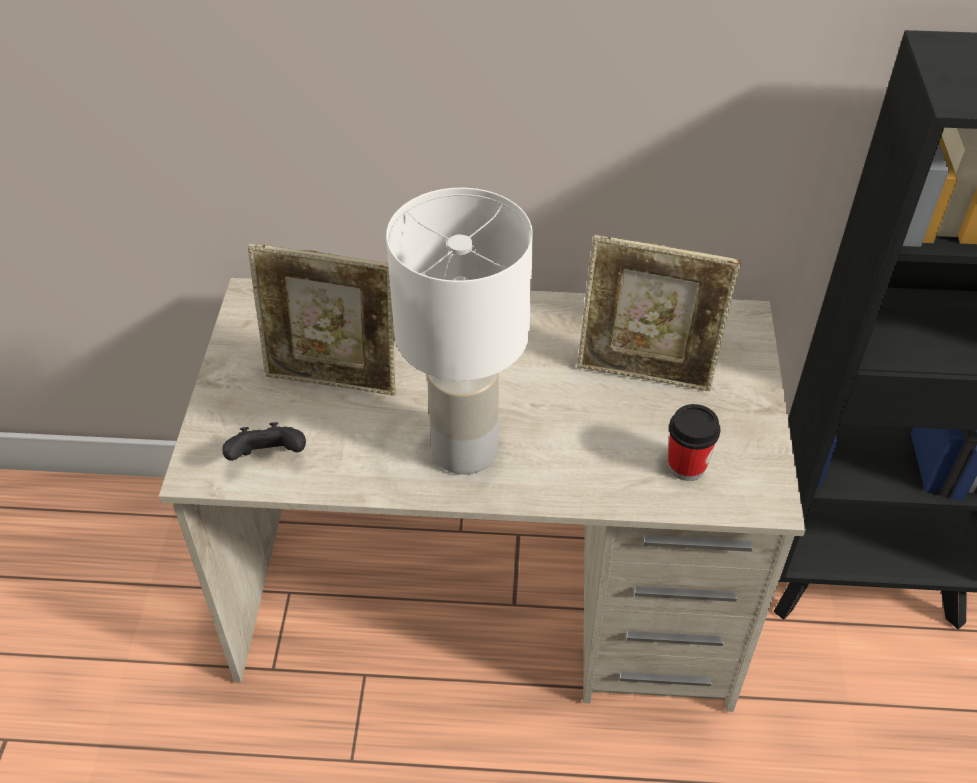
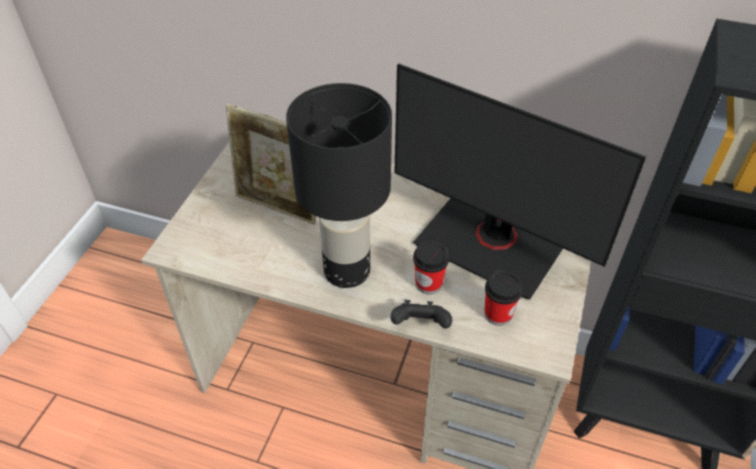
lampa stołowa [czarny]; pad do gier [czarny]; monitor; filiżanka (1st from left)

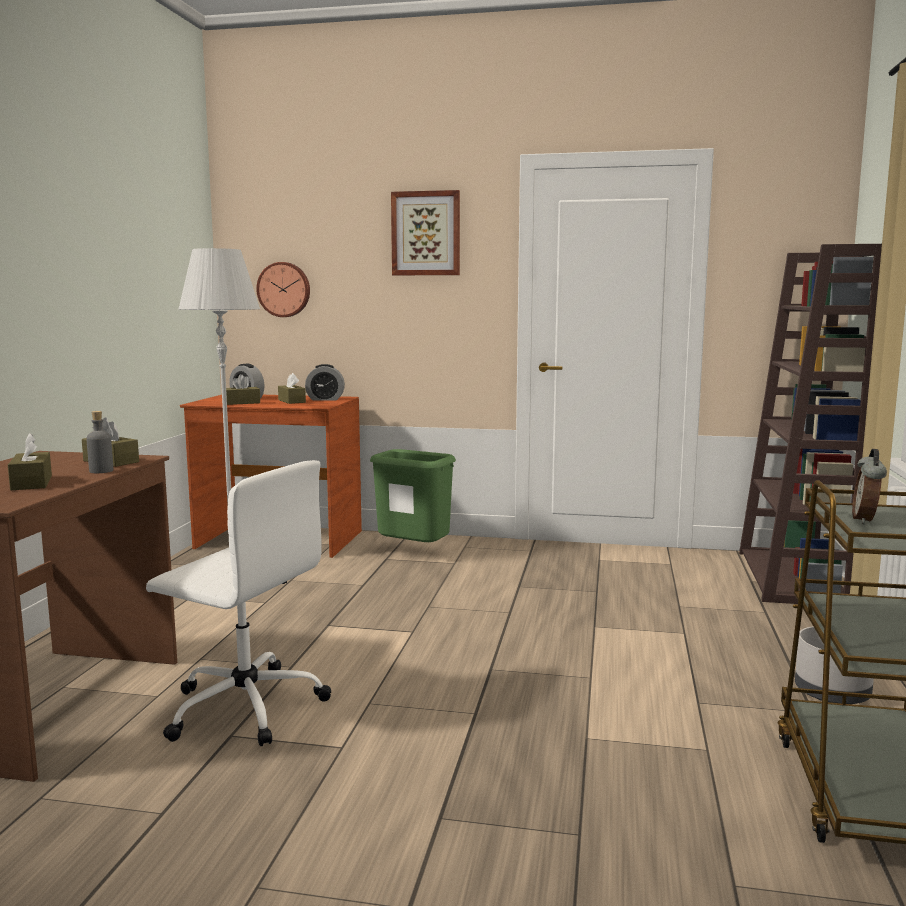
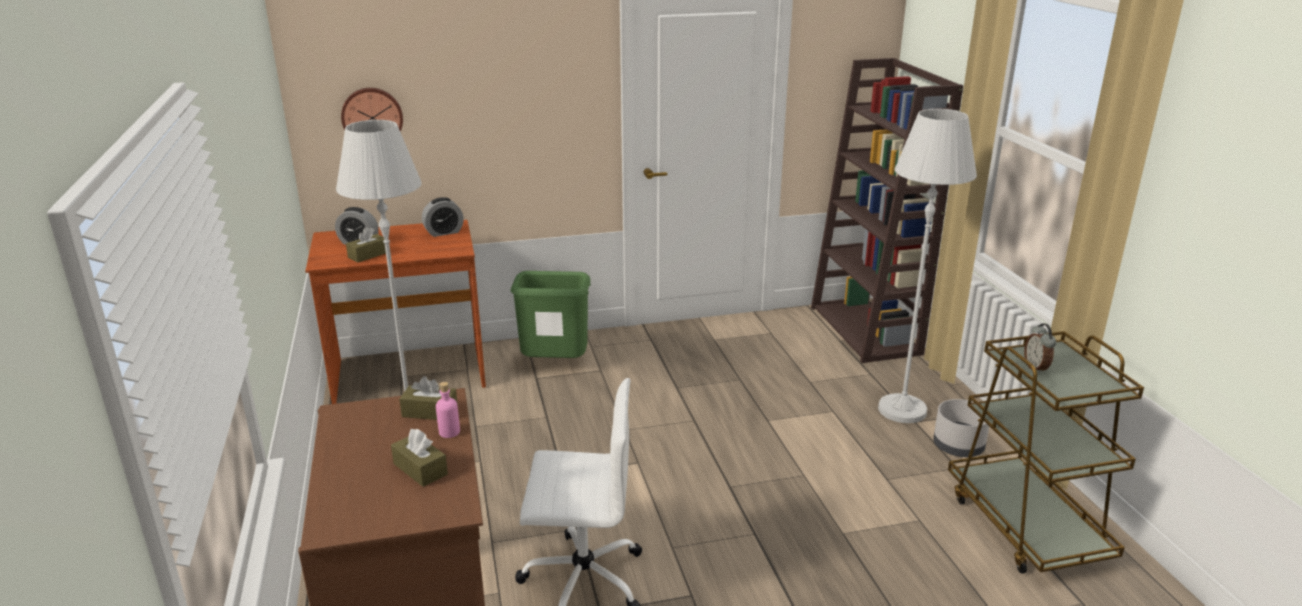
butelka [różowy]; lampa stojąca [biały] (2nd from left); pudełko chusteczek [brązowy] (4th from left in the first image); obraz

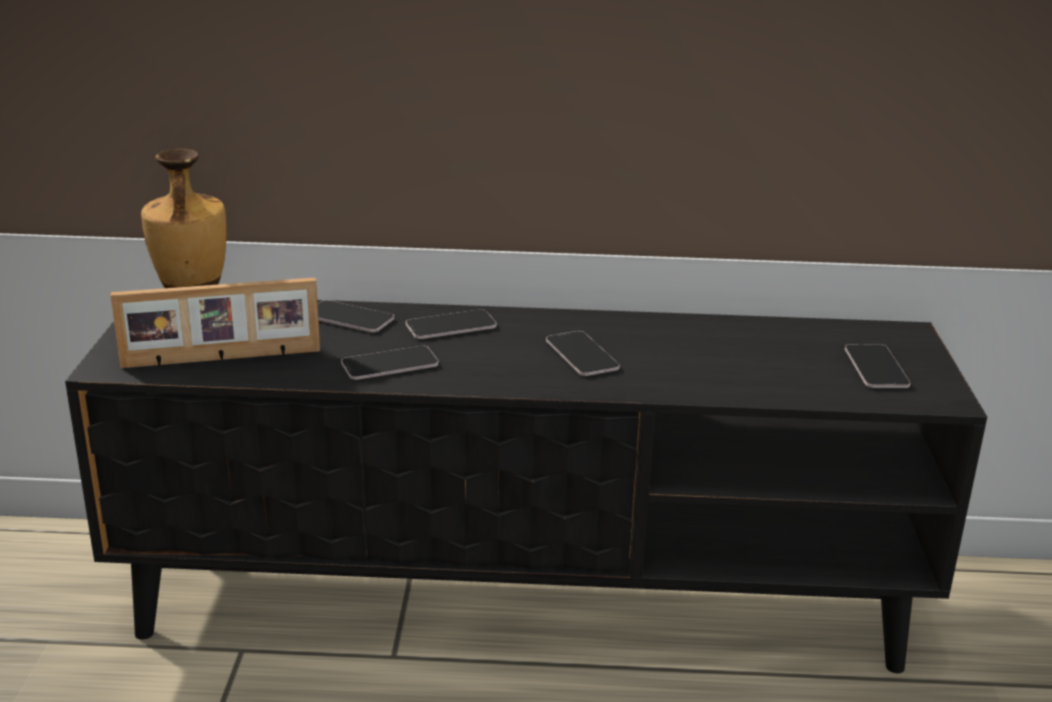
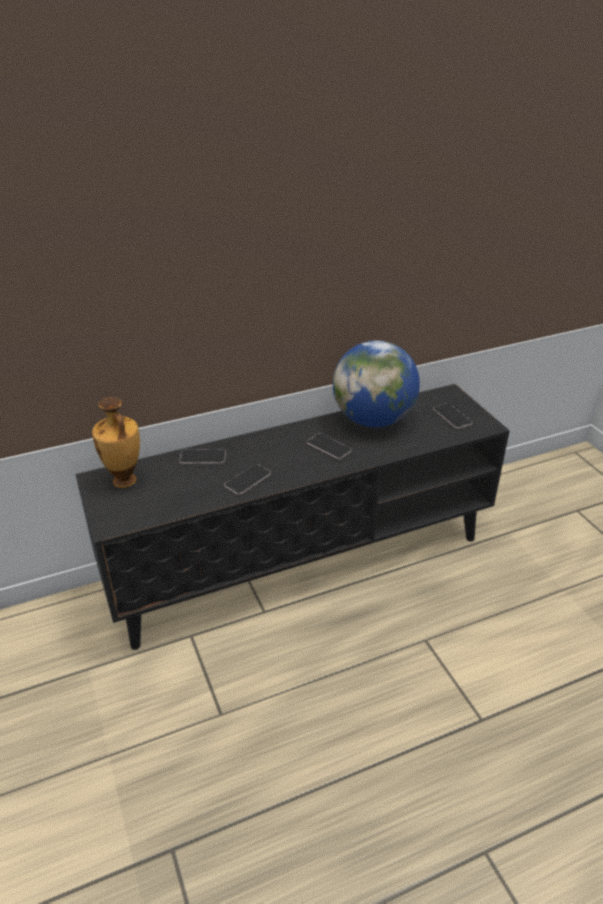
globus; ramka na zdjęcie; telefon (3rd from left in the first image)

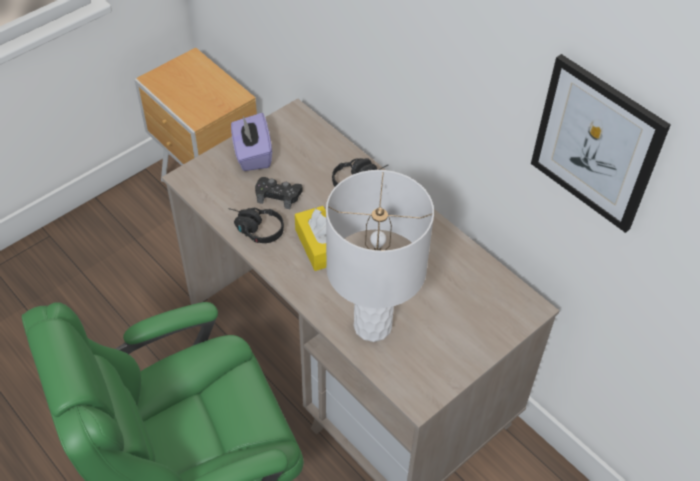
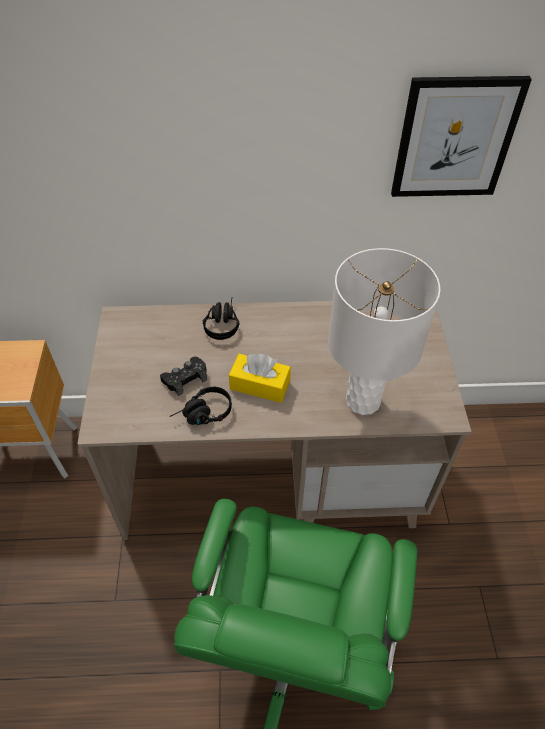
pudełko chusteczek [fioletowy]

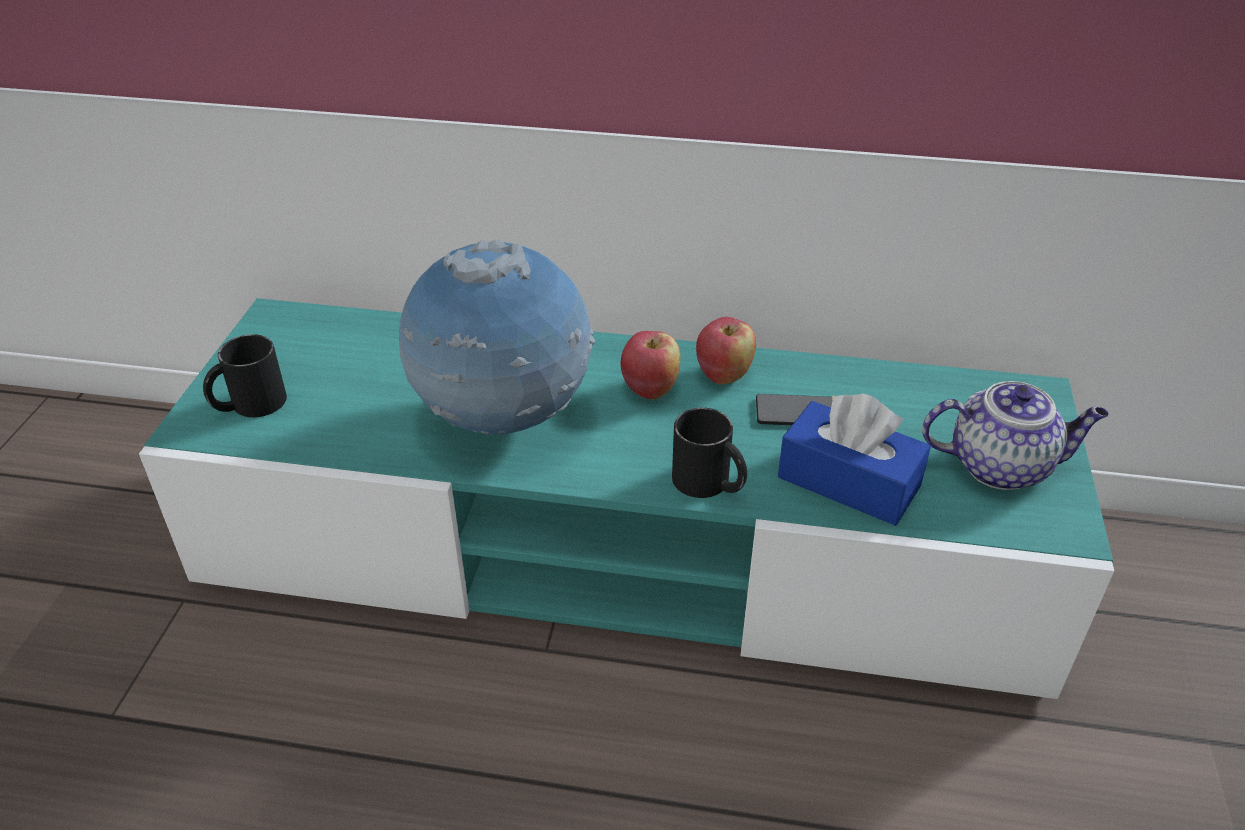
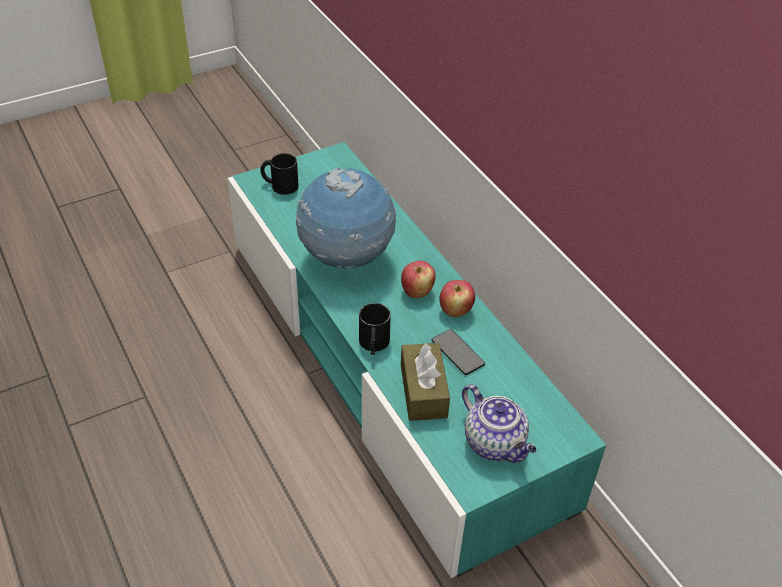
pudełko chusteczek [brązowy]

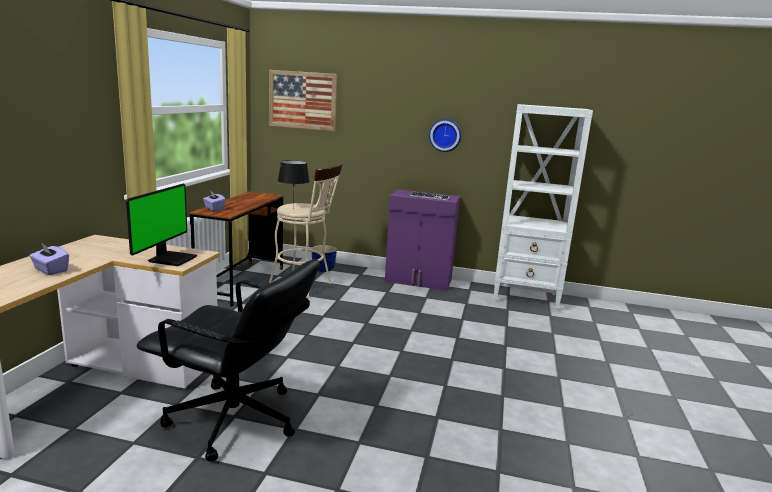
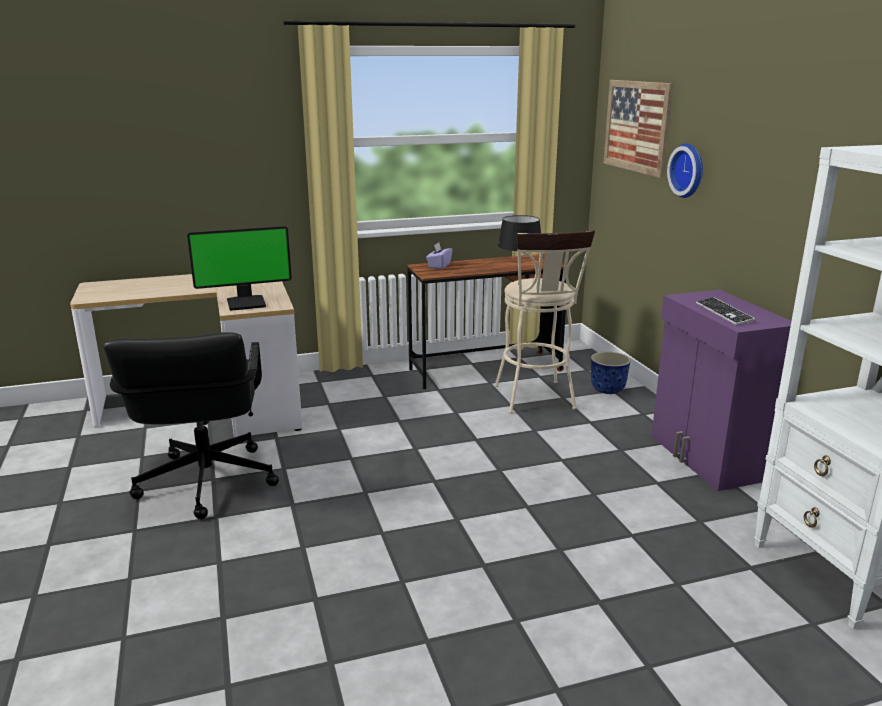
zegar ścienny; pudełko chusteczek [fioletowy] (1st from left in the first image)

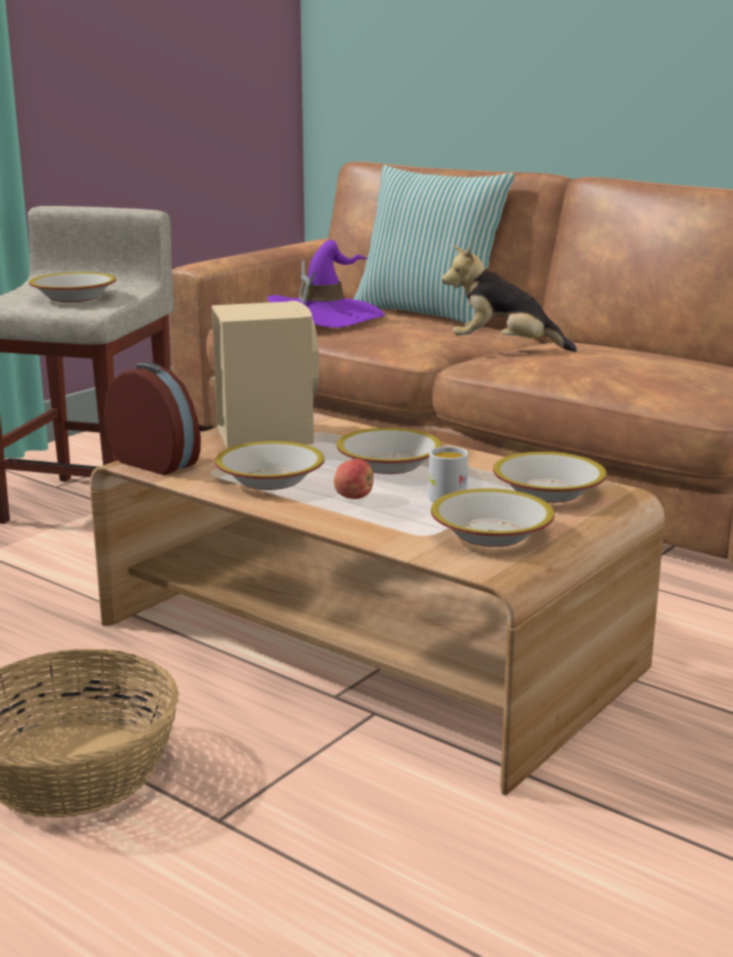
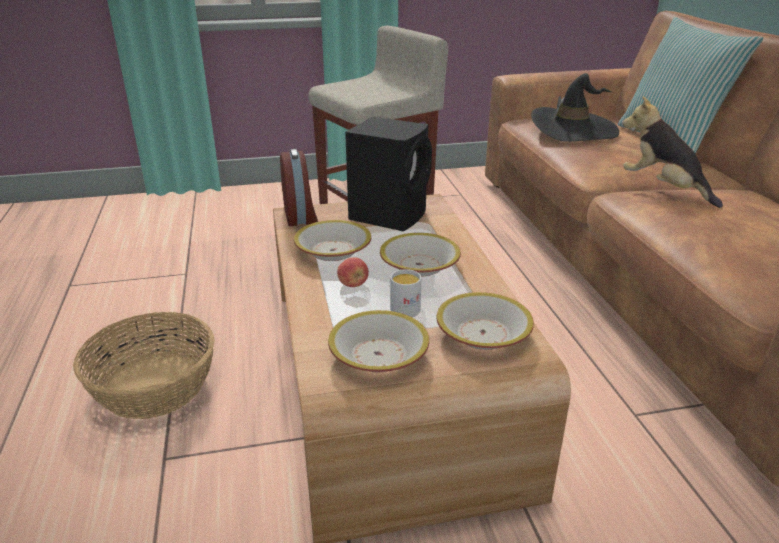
głośnik [czarny]; kapelusz [czarny]; miska (1st from left in the first image)

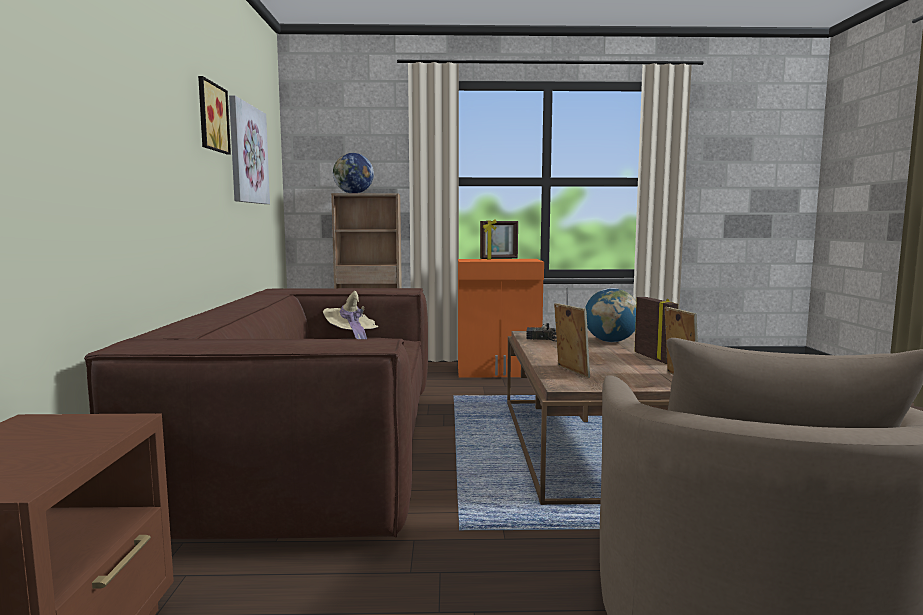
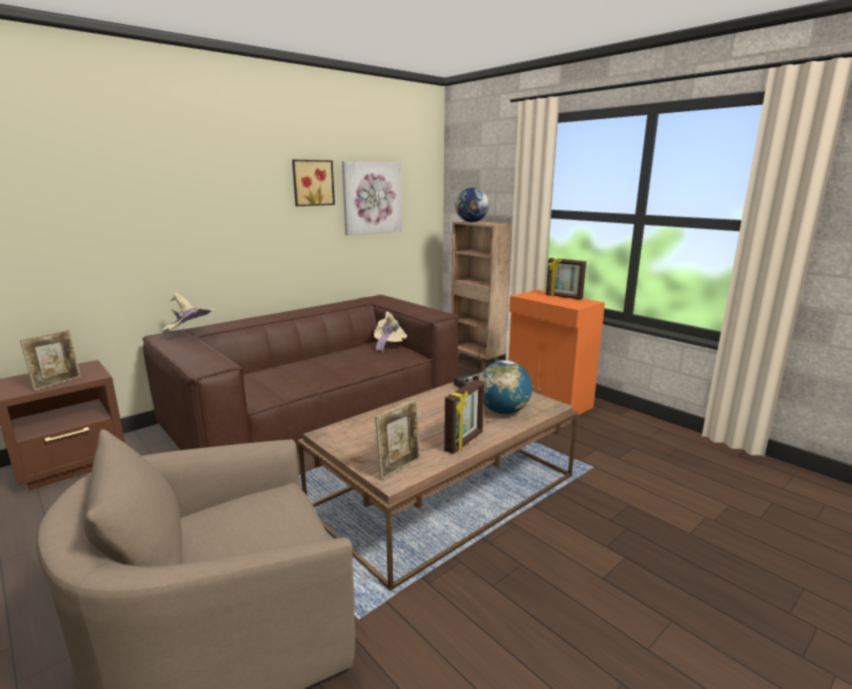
ramka na zdjęcie (1st from left); kapelusz [beżowy] (1st from left)

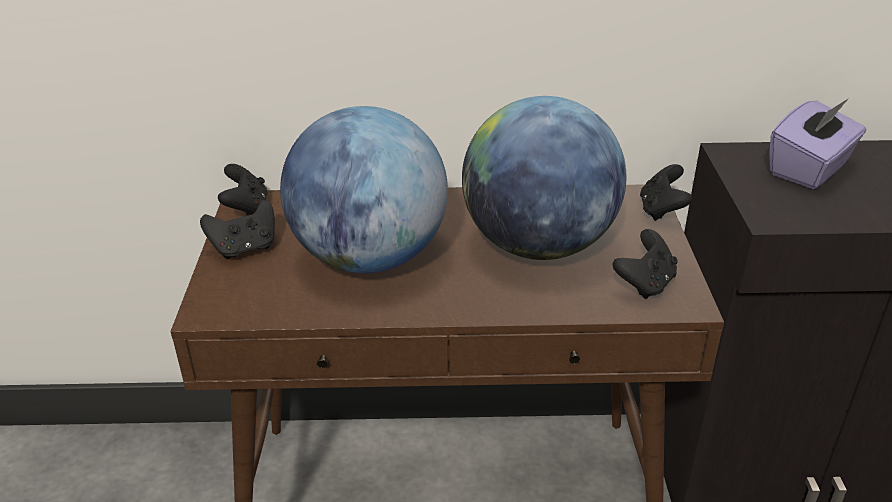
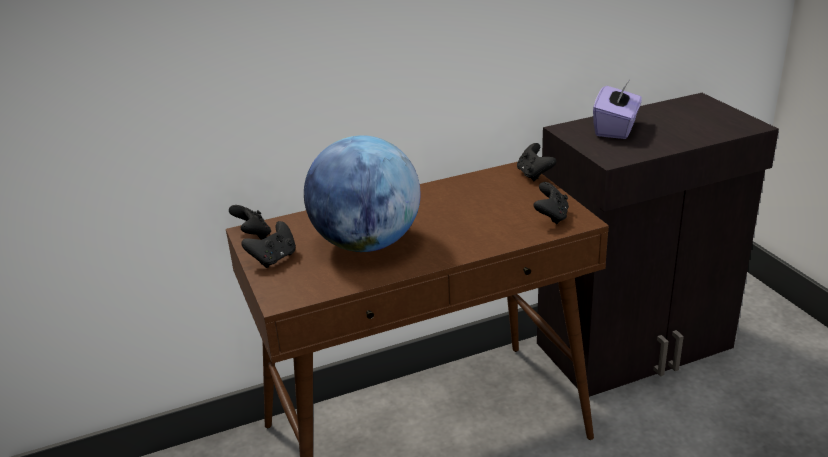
globus (2nd from left in the first image)

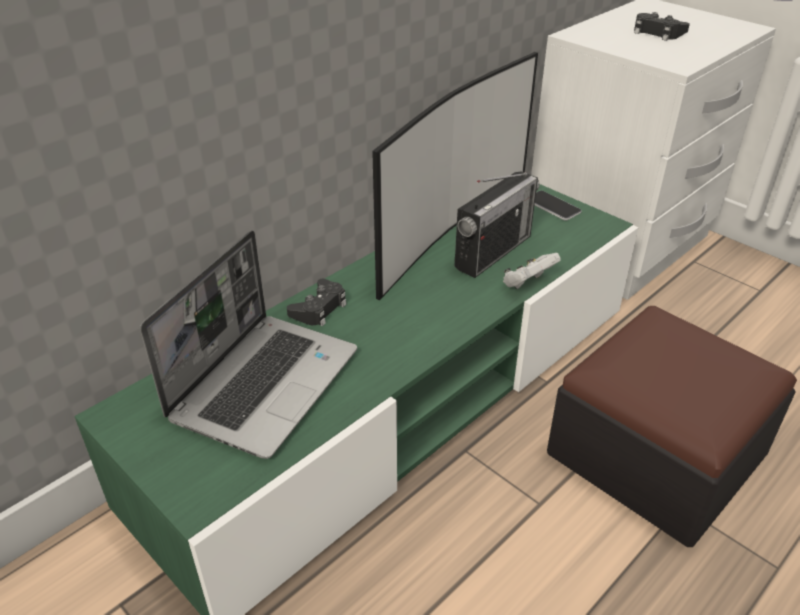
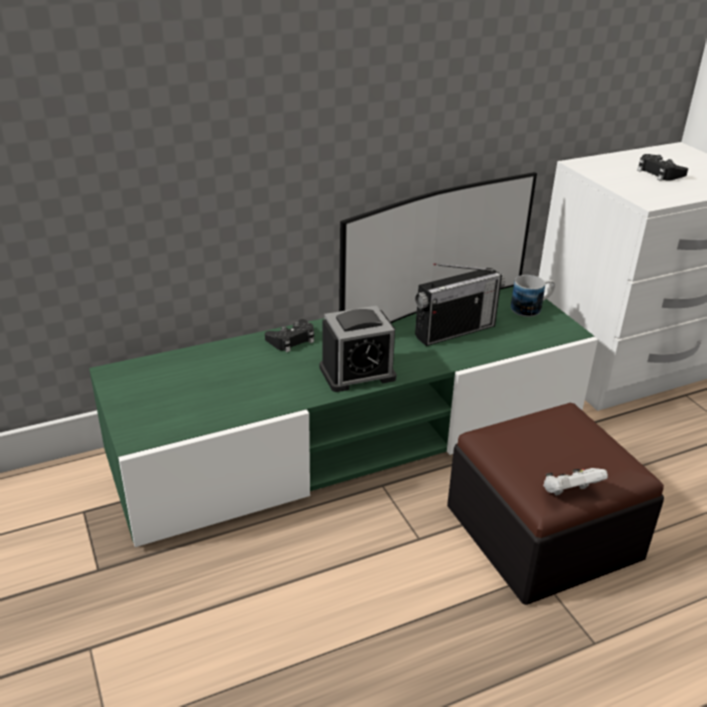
budzik; kubek; pad do gier [biały]; laptop

